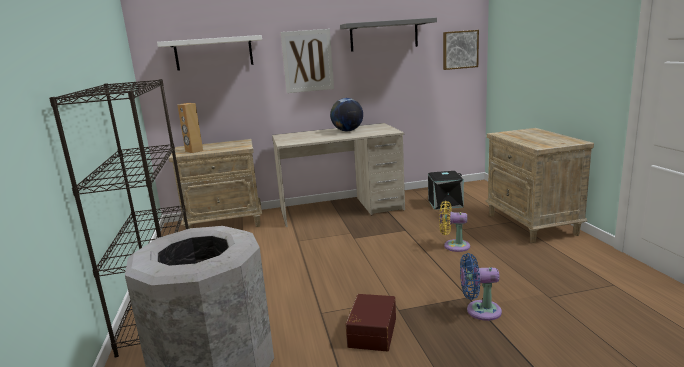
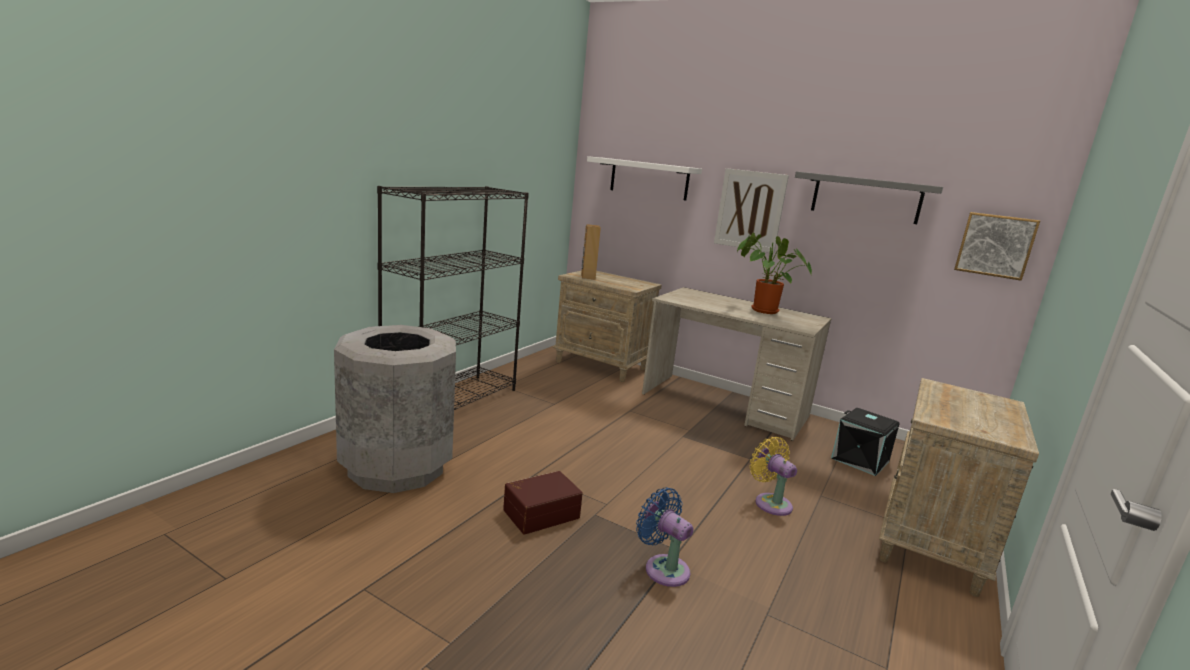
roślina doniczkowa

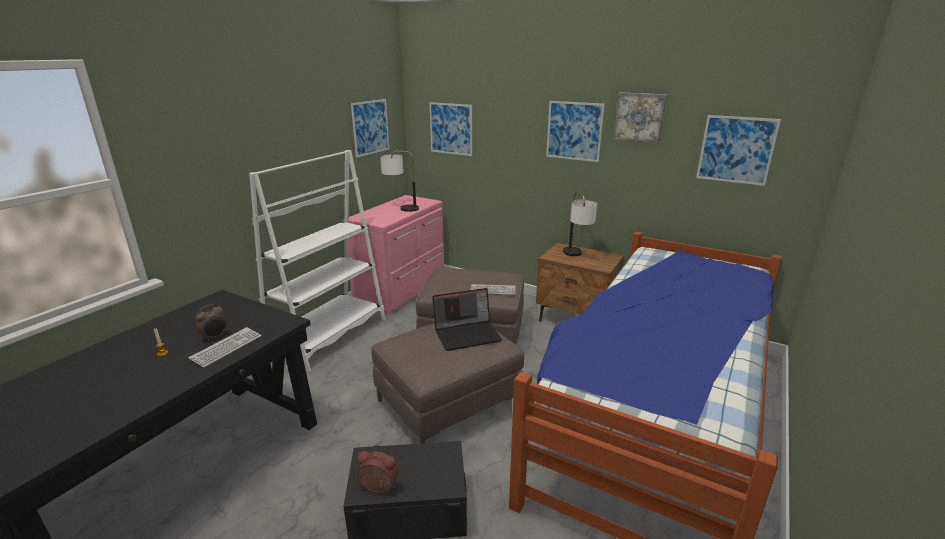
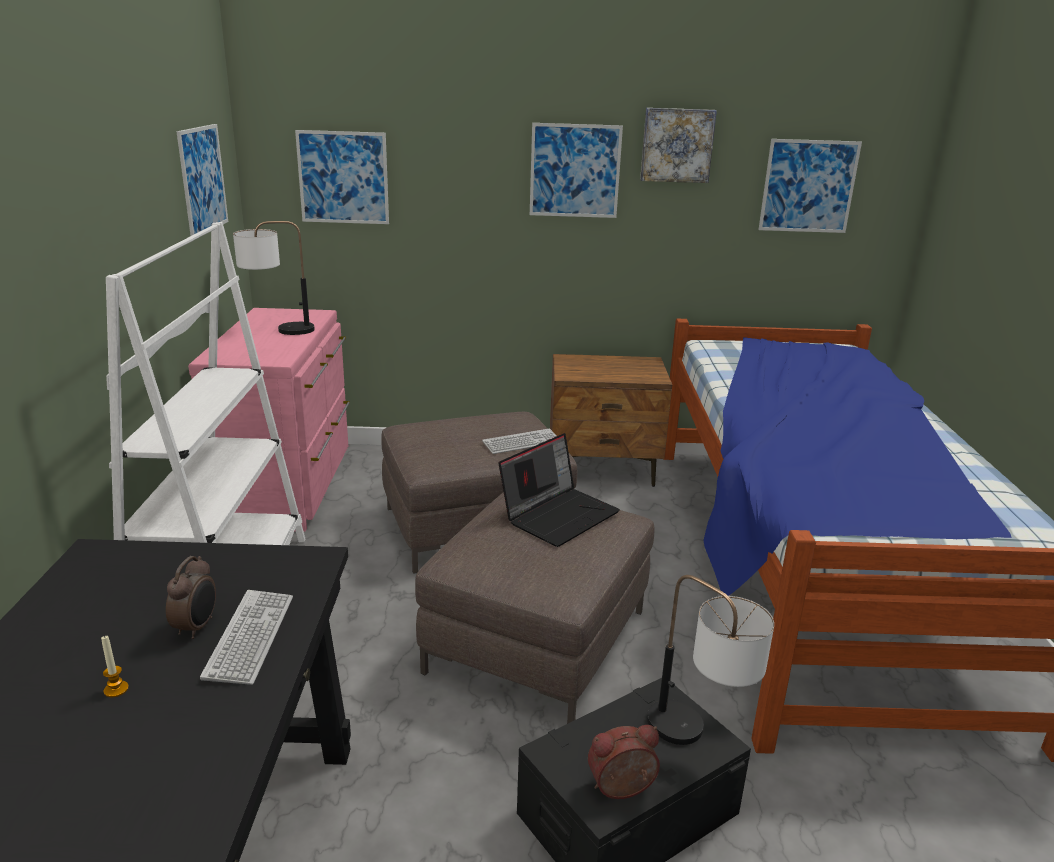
lampa stołowa (2nd from left)

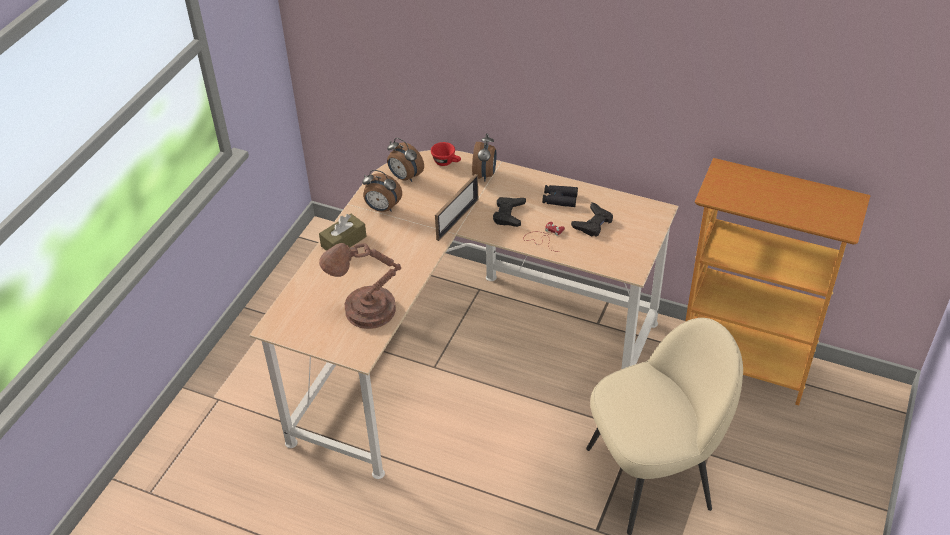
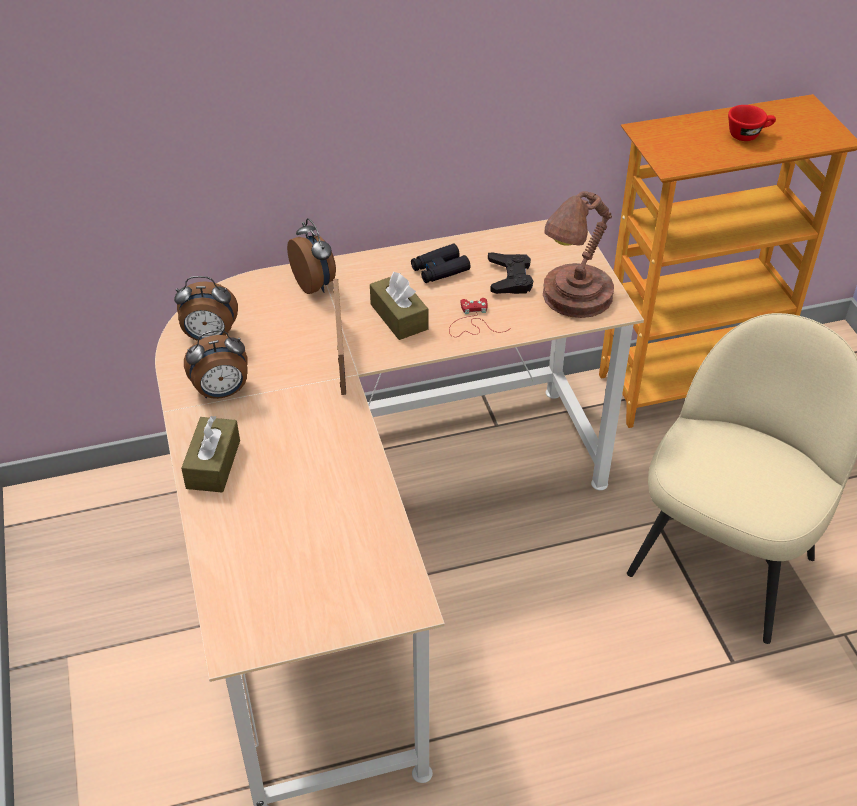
pudełko chusteczek [brązowy] (2nd from left); lampa stołowa [brązowy]; filiżanka [czerwony]

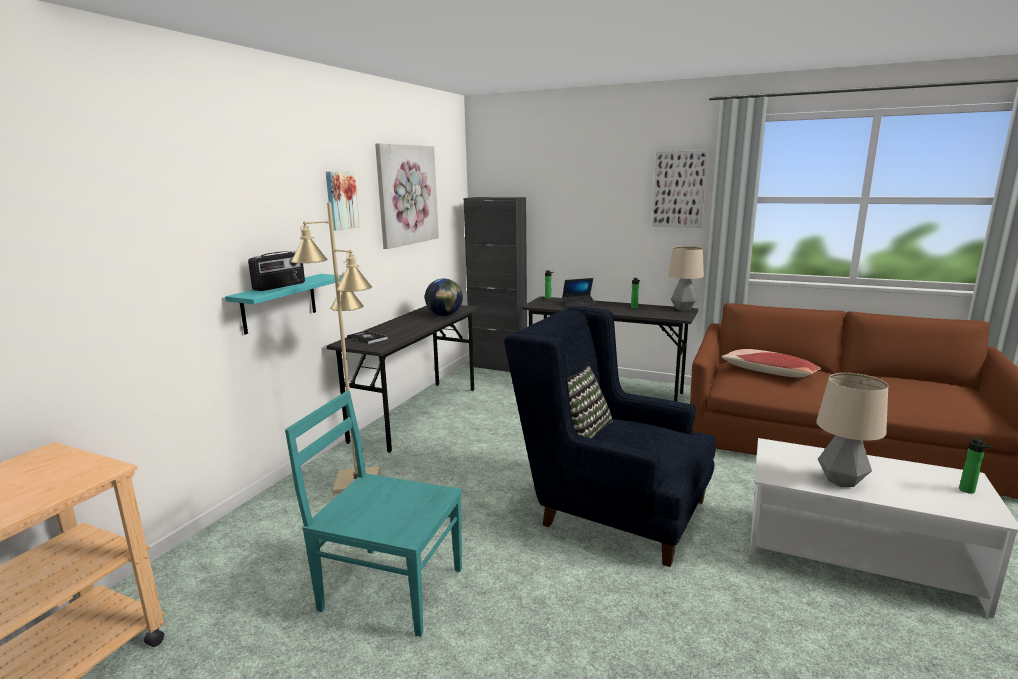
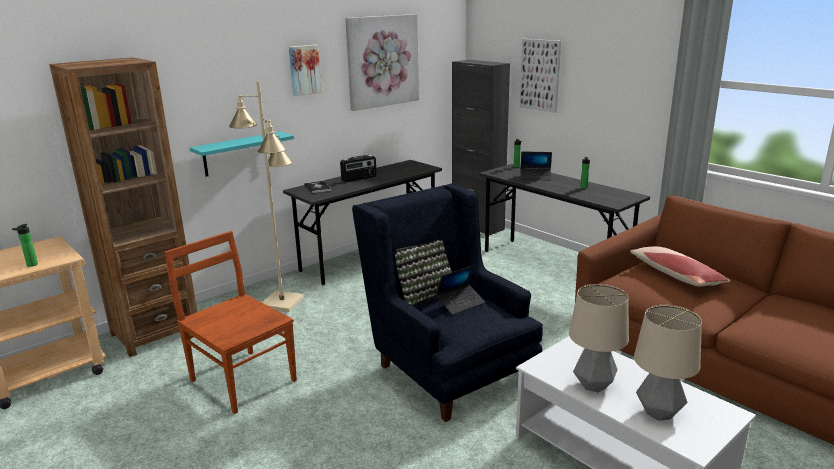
butelka (1st from left); regał [brązowy]; krzesło [brązowy]; radio; laptop (1st from left); obraz (3rd from left); lampa stołowa (2nd from left); globus

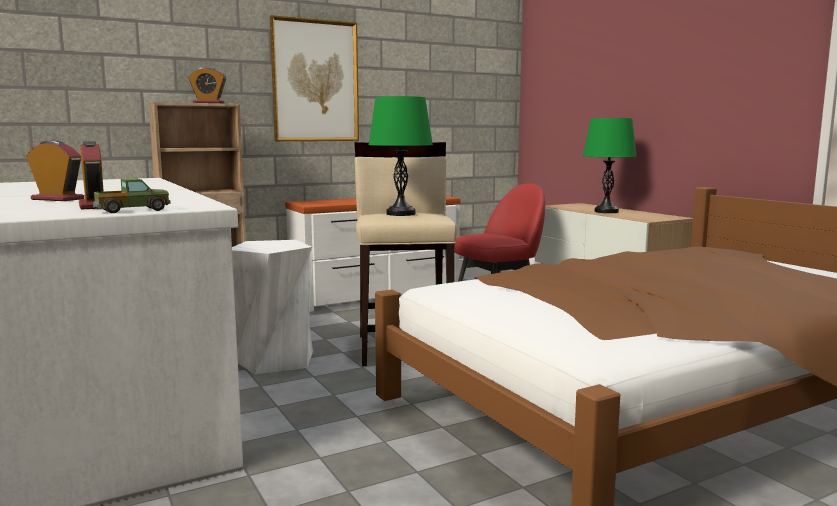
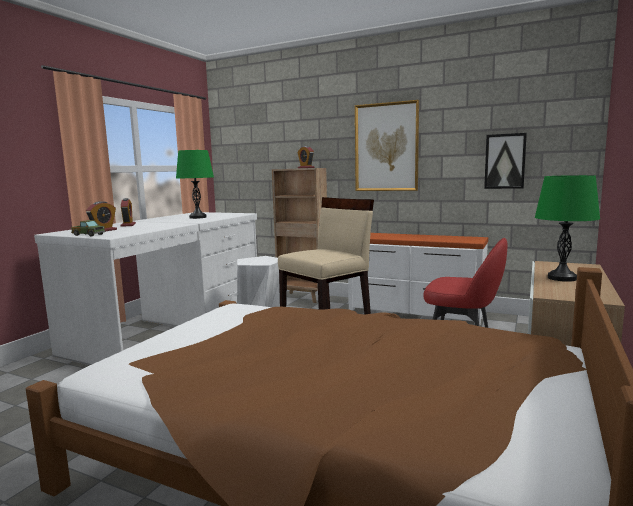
lampa stołowa [zielony] (1st from left); obraz (2nd from left)

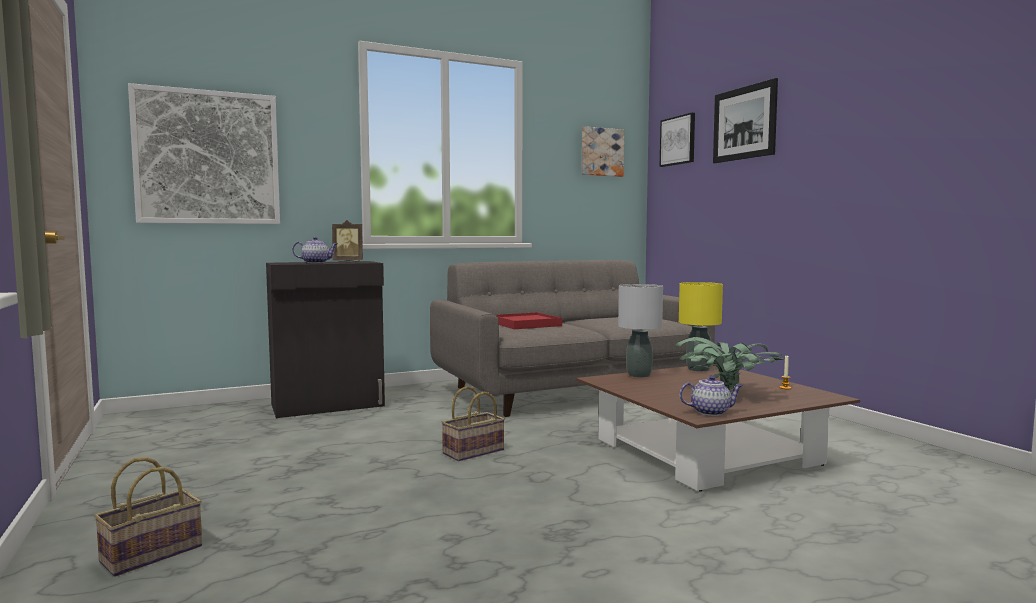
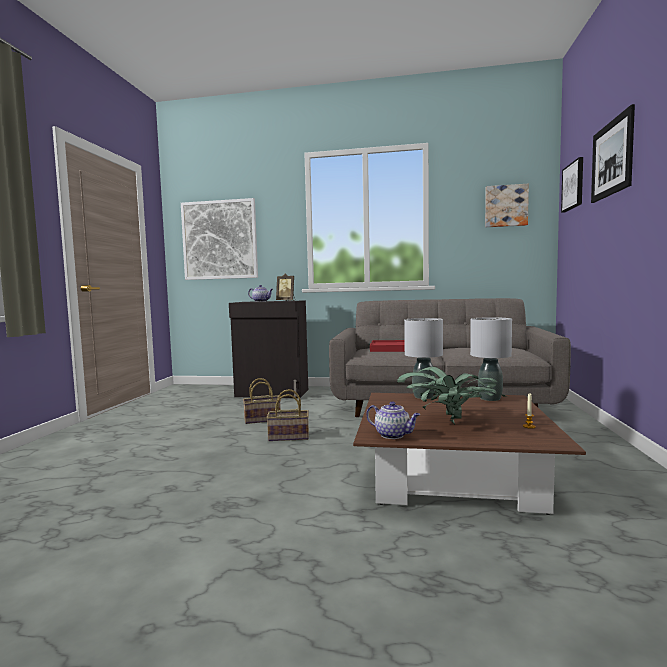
koszyk (1st from left); lampa stołowa [szary] (2nd from left)

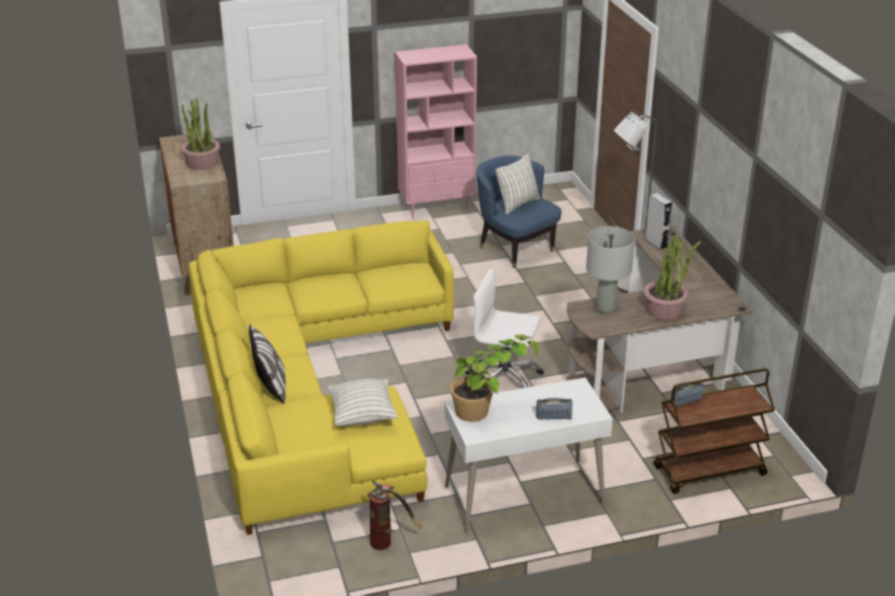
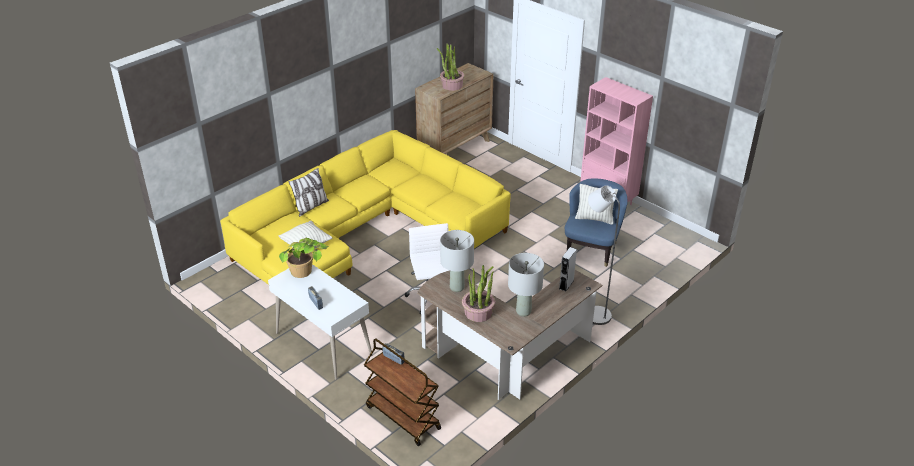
lampa stołowa [szary] (2nd from left); gaśnica

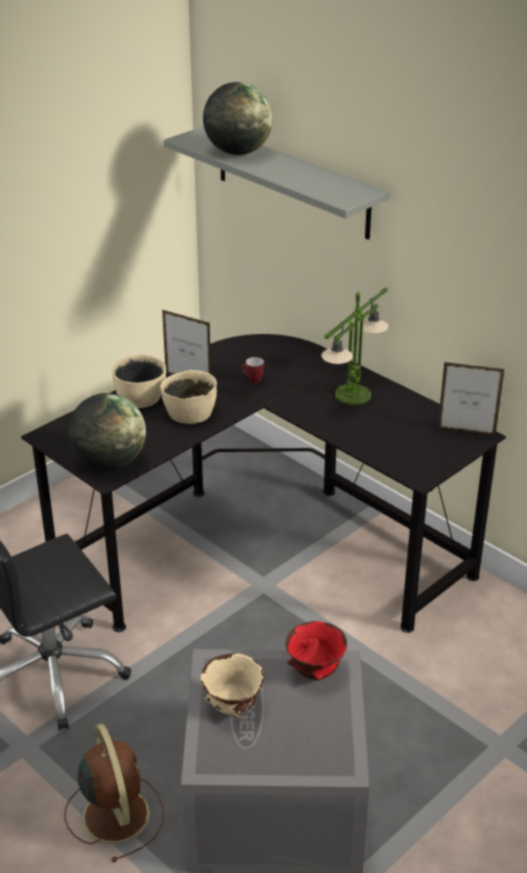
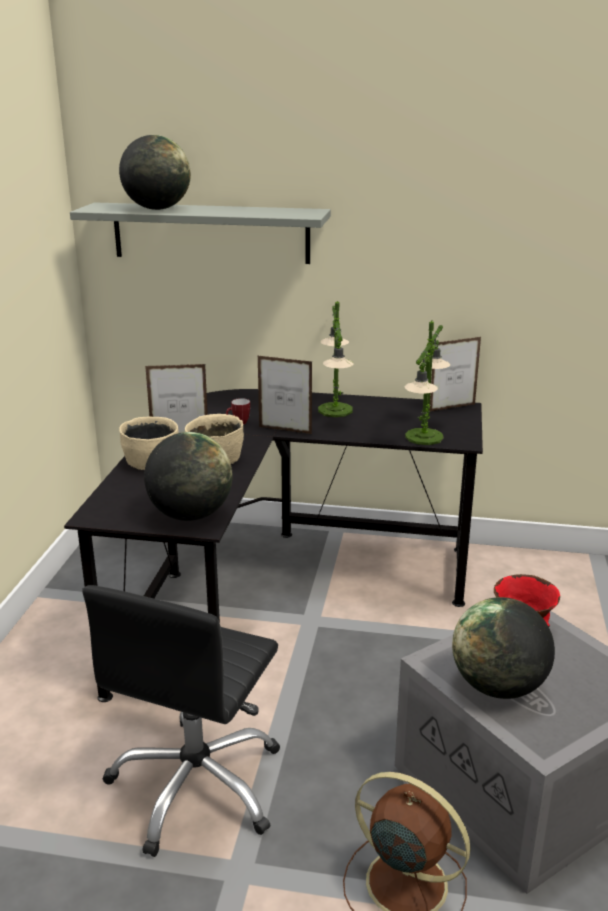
ramka na zdjęcie (2nd from left); lampa stołowa (2nd from left); globus (3rd from left)

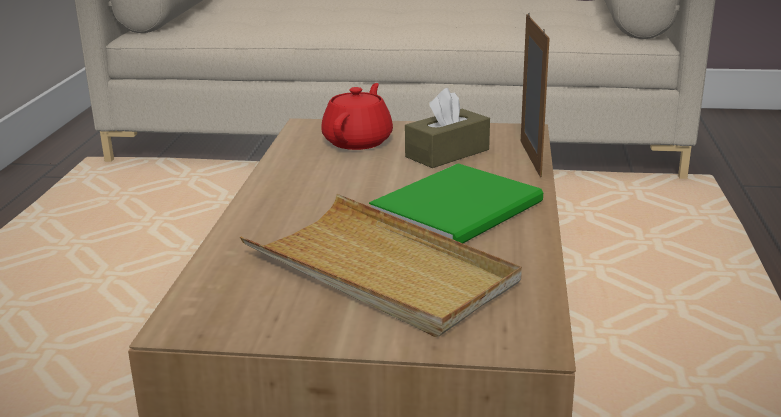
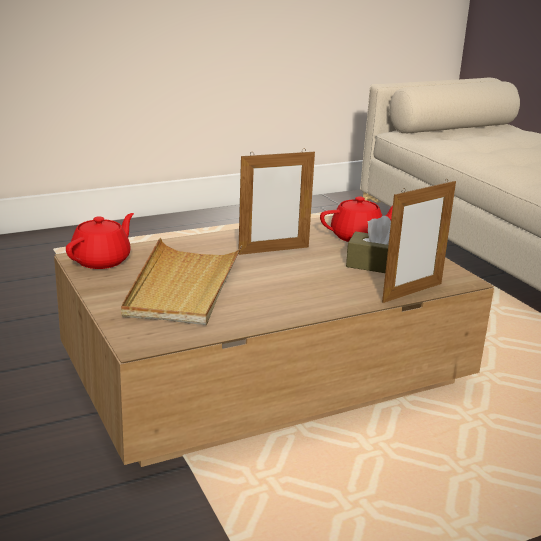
imbryk [czerwony] (1st from left); ramka na zdjęcie (1st from left); książka [zielony]

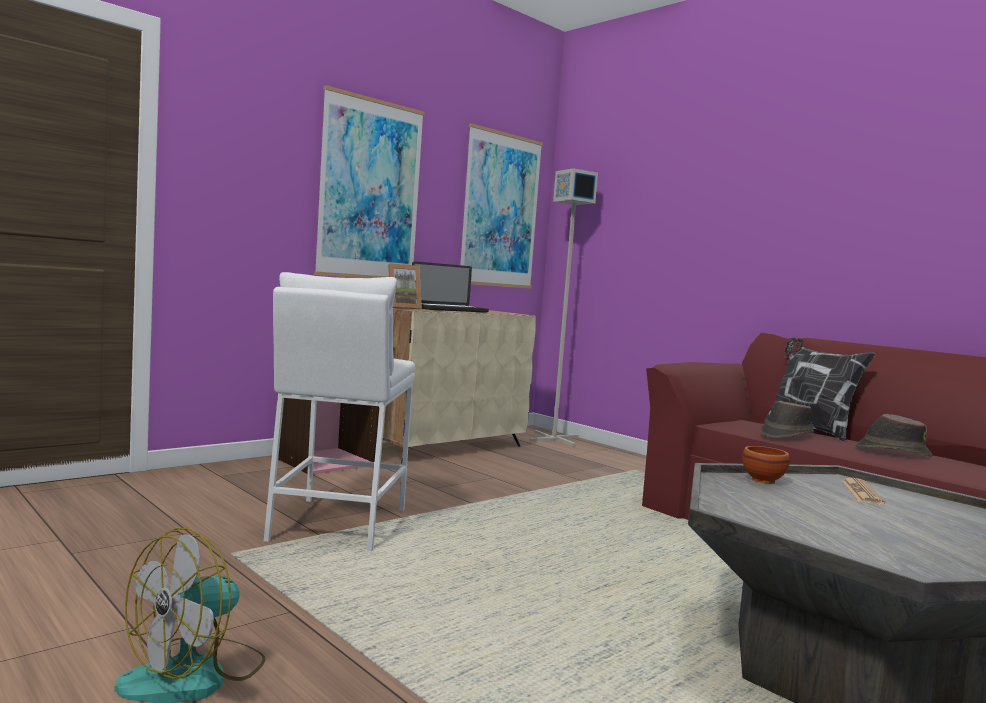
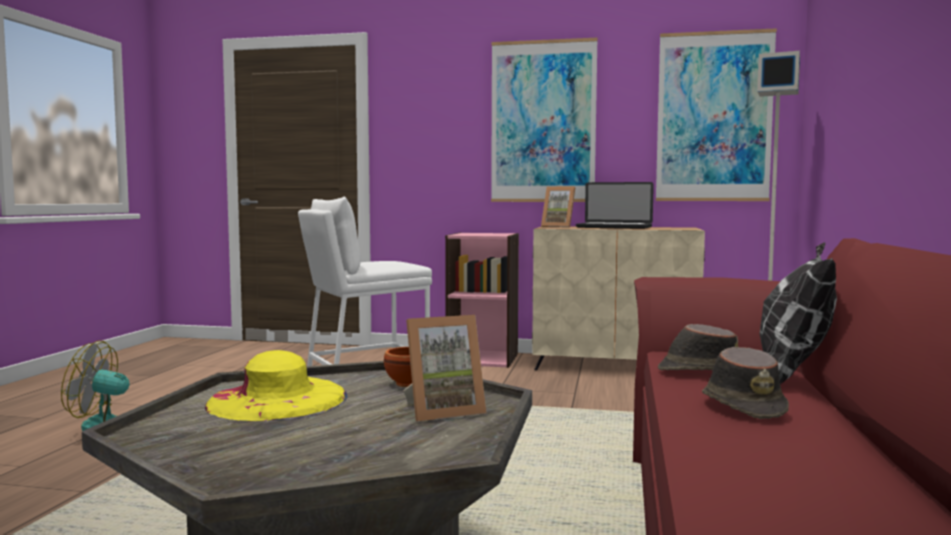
kapelusz [żółty]; ramka na zdjęcie (1st from left)

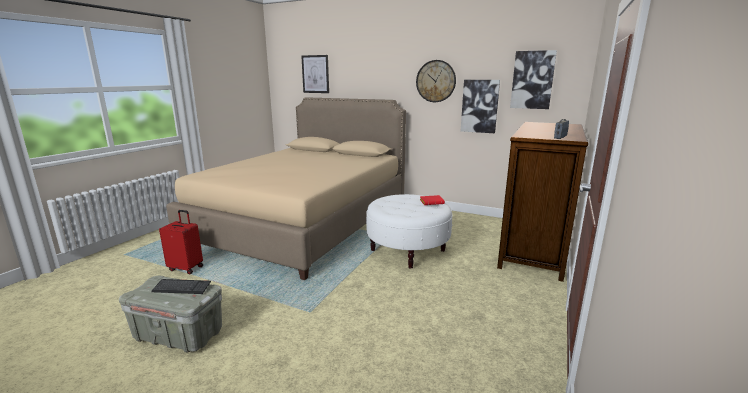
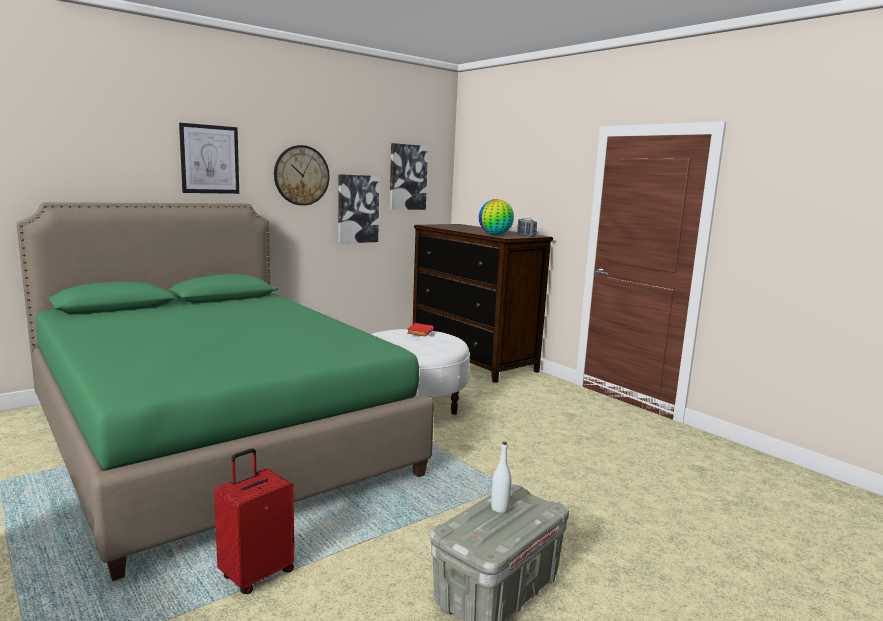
łóżko [zielony]; obraz (1st from left); globus; butelka [biały]

